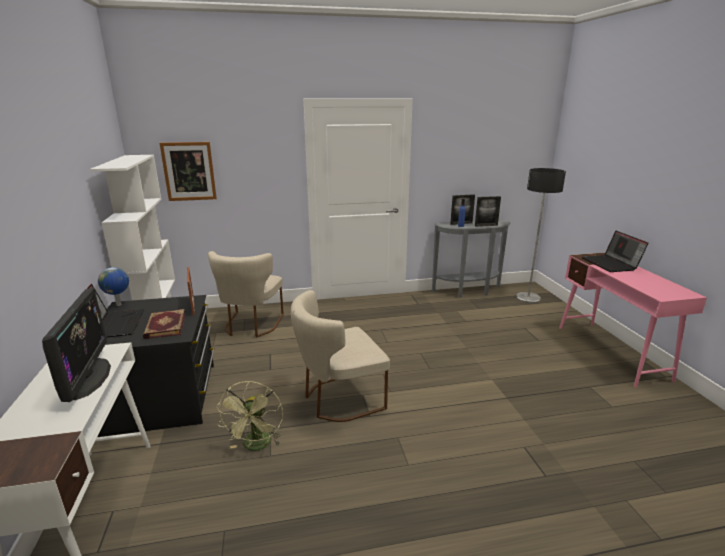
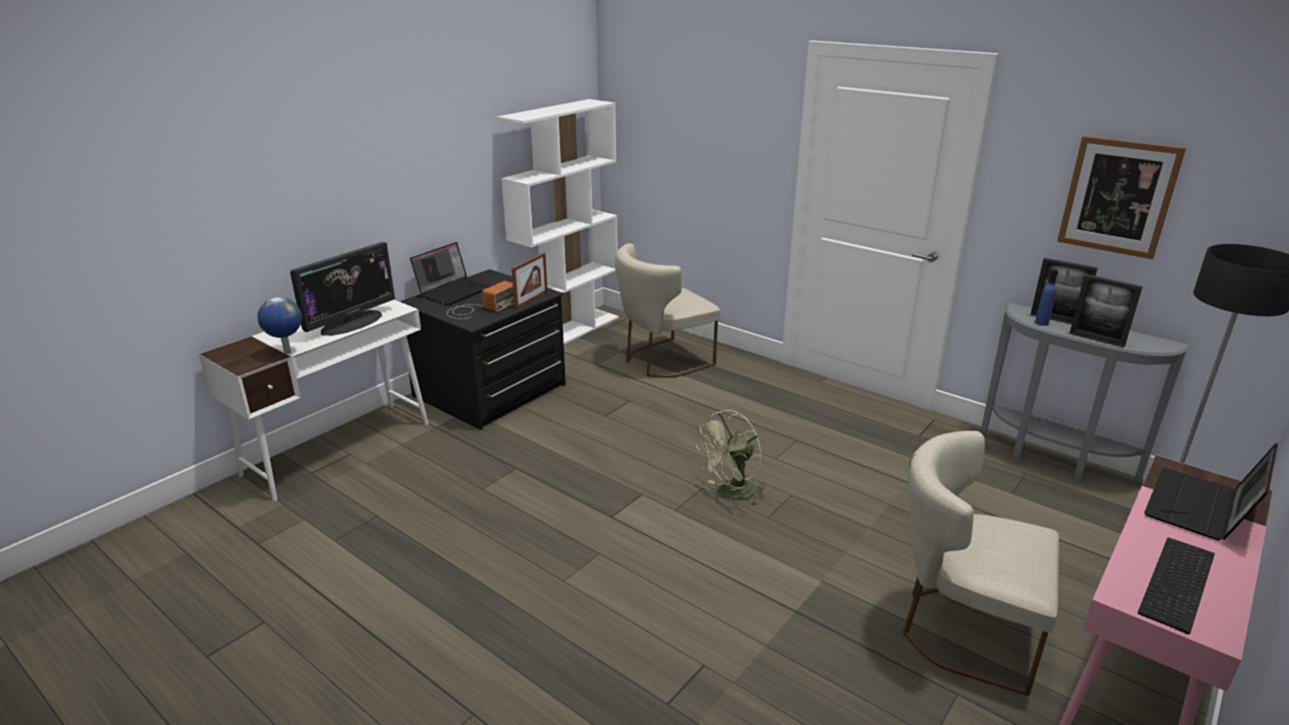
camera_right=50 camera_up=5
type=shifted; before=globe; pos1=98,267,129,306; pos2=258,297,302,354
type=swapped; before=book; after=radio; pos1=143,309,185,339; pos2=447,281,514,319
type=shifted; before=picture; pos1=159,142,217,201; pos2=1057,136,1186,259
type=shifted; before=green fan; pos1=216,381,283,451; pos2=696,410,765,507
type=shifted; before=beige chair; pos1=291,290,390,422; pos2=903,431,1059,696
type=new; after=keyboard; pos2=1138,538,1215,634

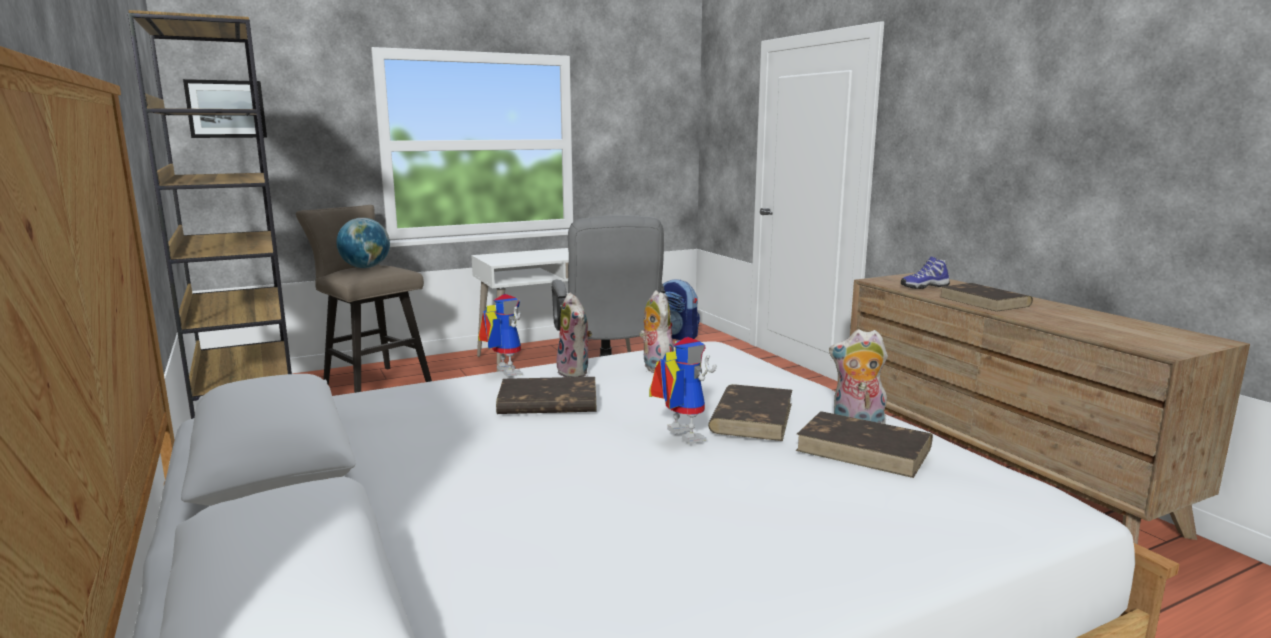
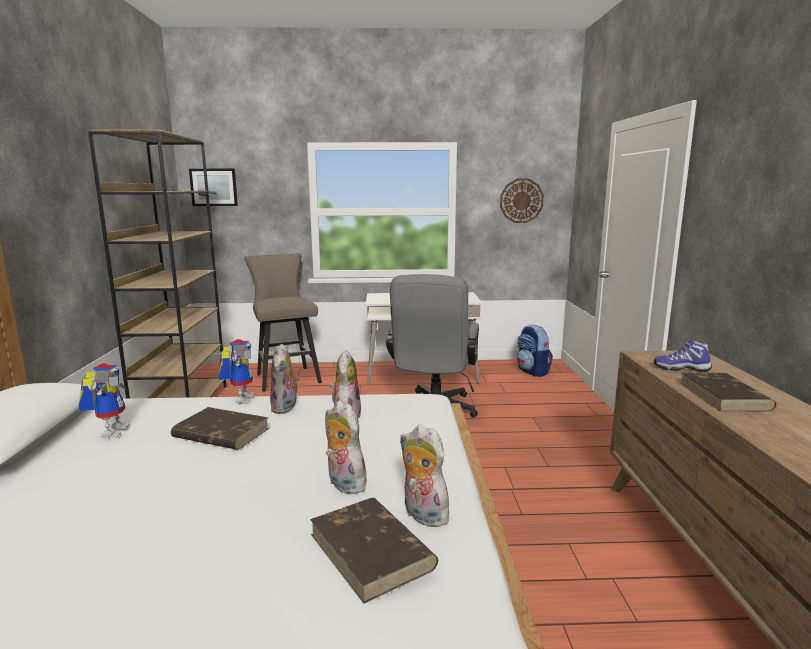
camera_right=25 camera_up=0
type=gone; before=globe; pos1=336,218,390,268
type=shifted; before=toy robot; pos1=649,337,716,444; pos2=78,363,130,438
type=swapped; before=brown book; after=plush toy; pos1=708,384,792,441; pos2=325,401,370,494
type=new; after=wall clock; pos2=500,178,544,223

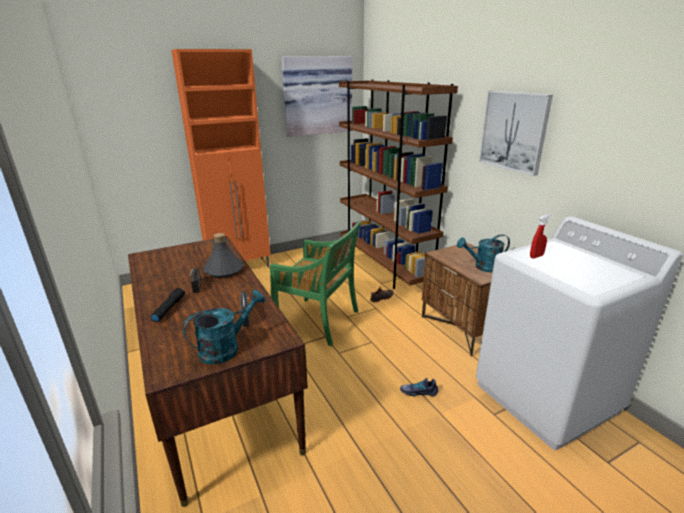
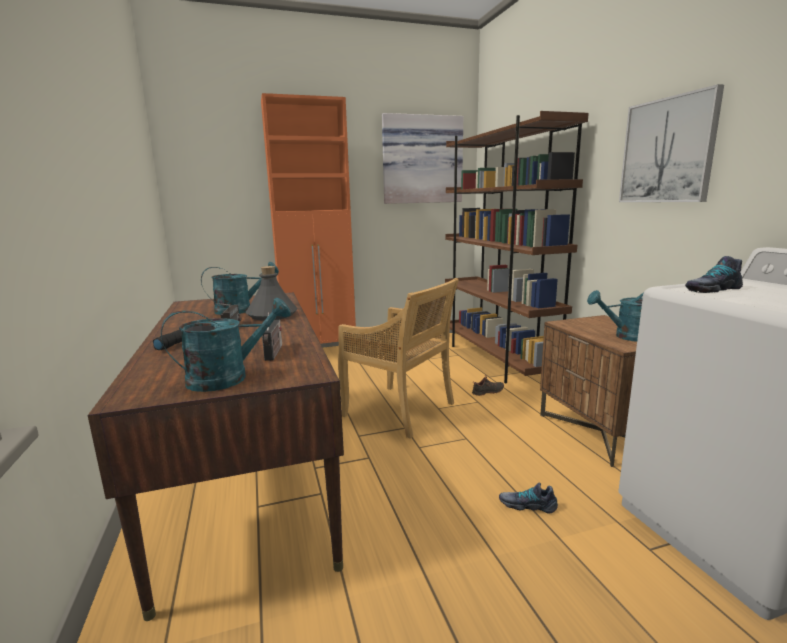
camera_right=10 camera_up=-10
type=repainted; before=green chair; after=beige chair; pos1=270,221,361,346; pos2=338,278,459,439
type=swapped; before=red spray bottle; after=shoe; pos1=530,215,550,258; pos2=685,256,743,293
type=new; after=turquoise watering can; pos2=201,262,279,315

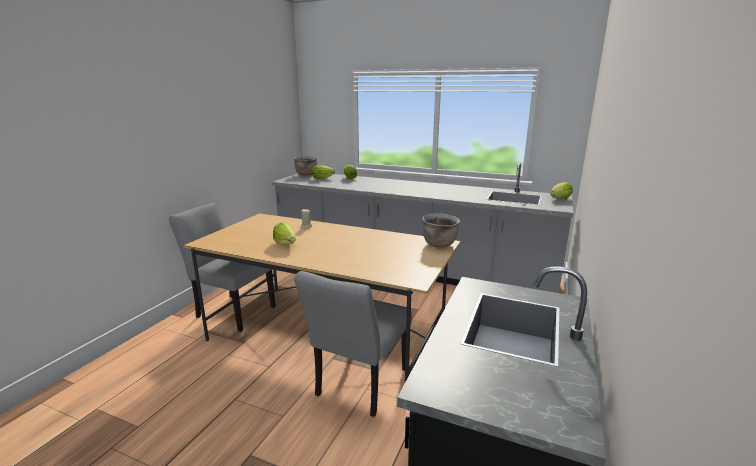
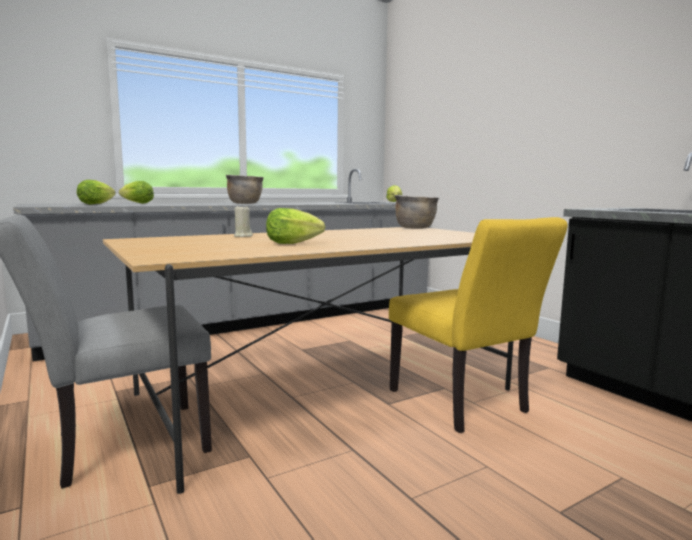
camera_right=-55 camera_up=-10
type=shifted; before=brown cooking pot; pos1=294,156,317,176; pos2=226,175,264,204
type=repainted; before=grey chair; after=yellow chair; pos1=294,271,412,417; pos2=389,217,568,433

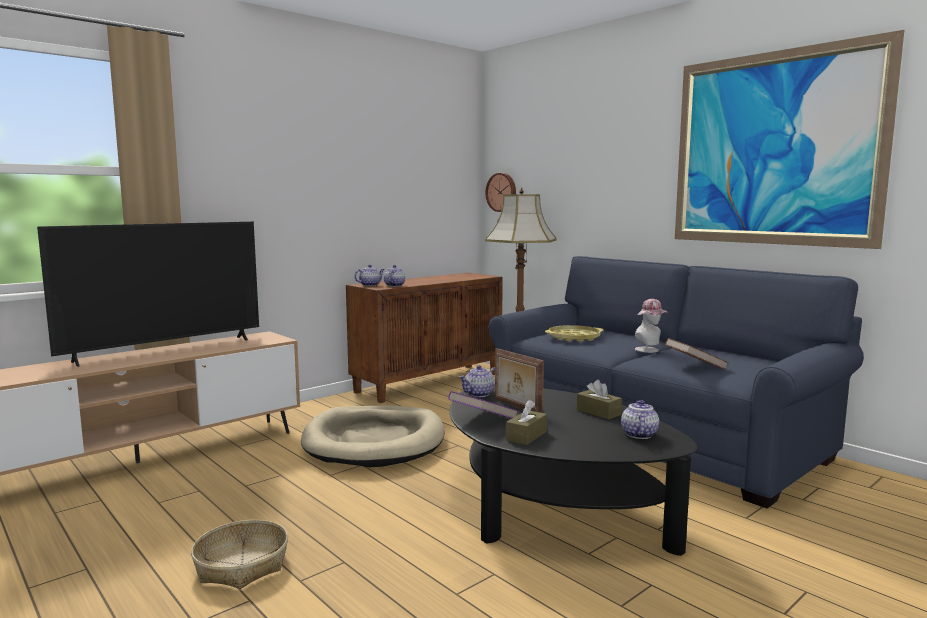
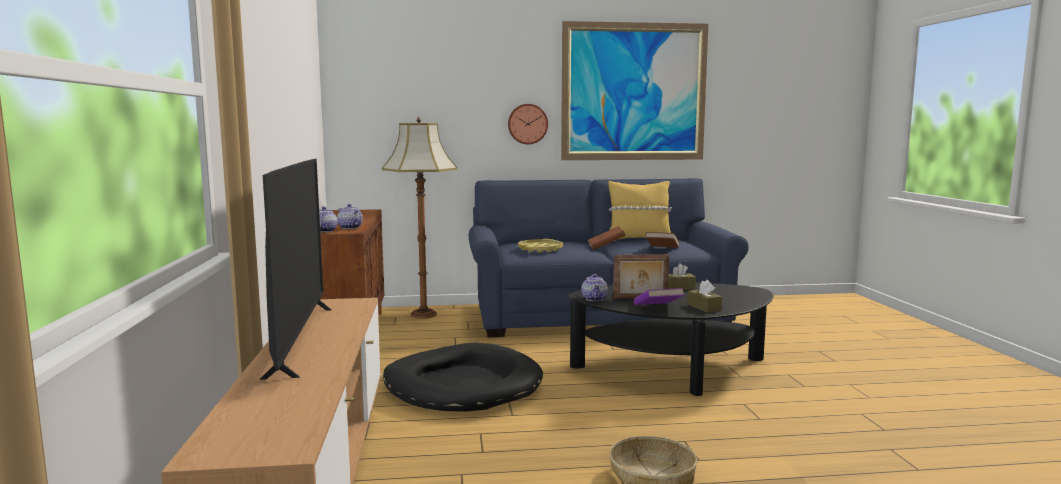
camera_right=-55 camera_up=0
type=repainted; before=beige dog bed; after=black dog bed; pos1=301,406,444,467; pos2=383,343,543,412
type=shifted; before=wall clock; pos1=485,173,516,212; pos2=508,104,548,144
type=gone; before=teapot; pos1=621,400,659,439
type=swapped; before=hat; after=brown book; pos1=635,299,668,353; pos2=587,227,626,250
type=new; after=yellow pillow; pos2=608,181,672,242

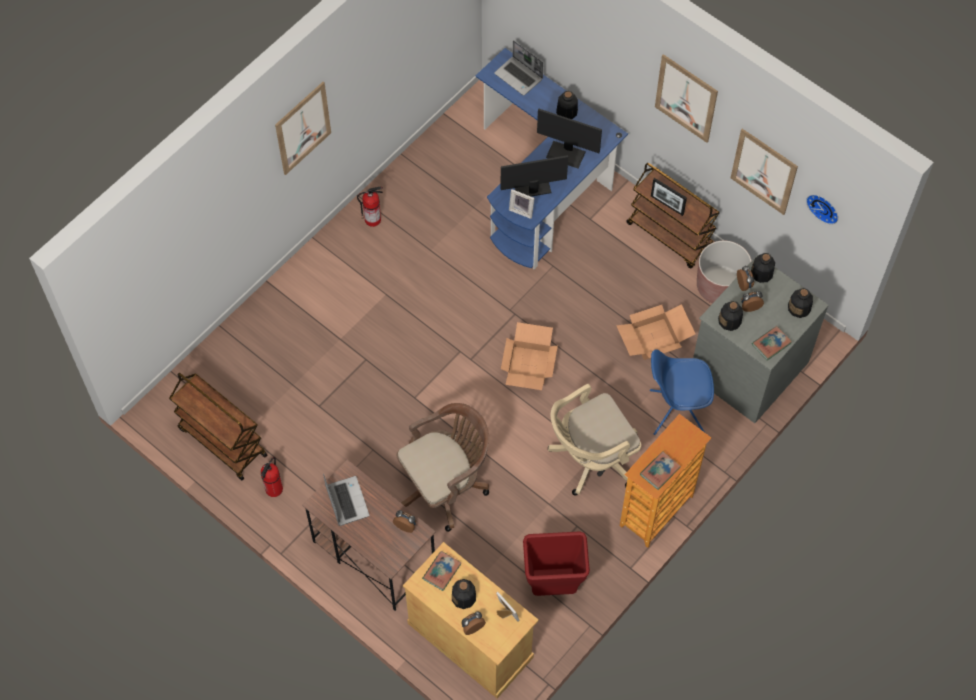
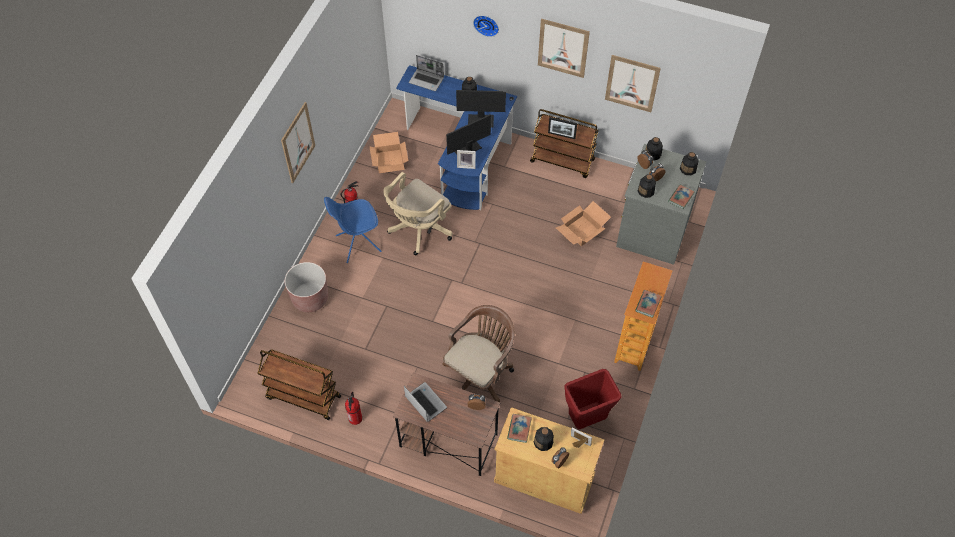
camera_right=-20 camera_up=-5
type=shifted; before=cardboard box; pos1=501,322,558,390; pos2=369,132,408,173
type=shifted; before=beige office chair; pos1=548,384,641,495; pos2=383,172,453,255
type=shifted; before=blue chair; pos1=650,349,714,435; pos2=324,197,382,263
type=shifted; before=brown planter; pos1=697,241,751,304; pos2=285,262,328,312
type=shifted; before=wall clock; pos1=806,194,839,224; pos2=473,15,499,37

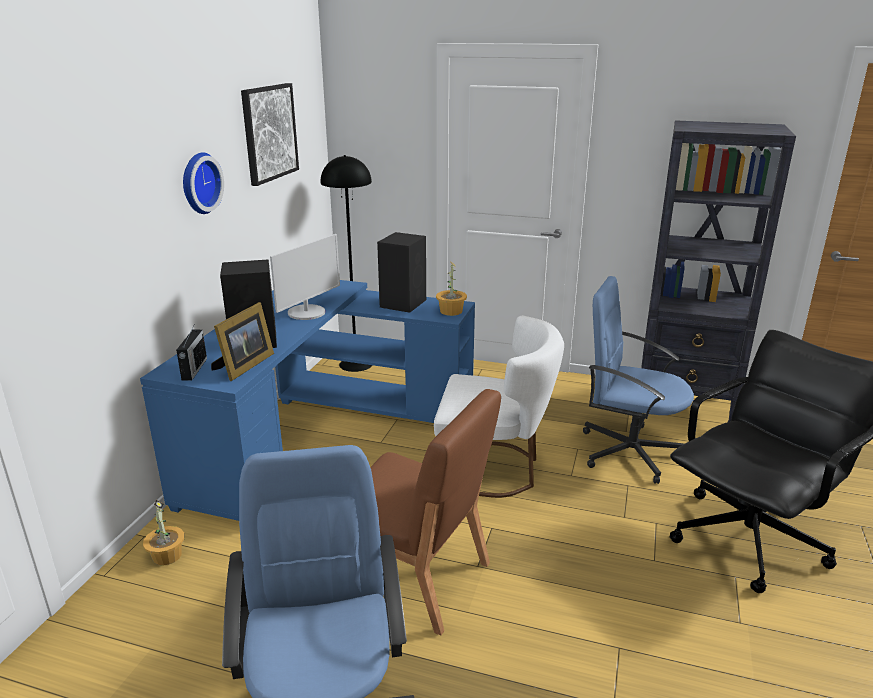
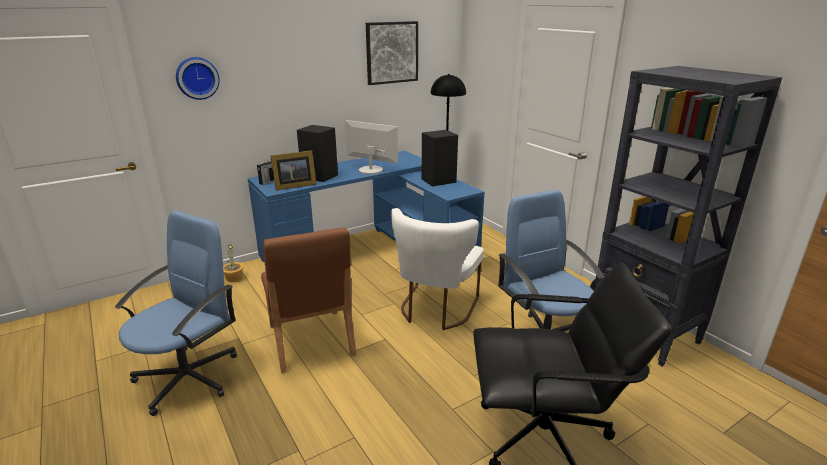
camera_right=40 camera_up=0
type=shifted; before=wall clock; pos1=183,152,224,214; pos2=176,57,220,100
type=rotated; before=monitor; pos1=270,234,340,320; pos2=345,120,398,174; turn=-135
type=rotated; before=white chair; pos1=434,316,564,498; pos2=391,208,484,330; turn=60
type=gone; before=potted plant; pos1=436,261,467,316

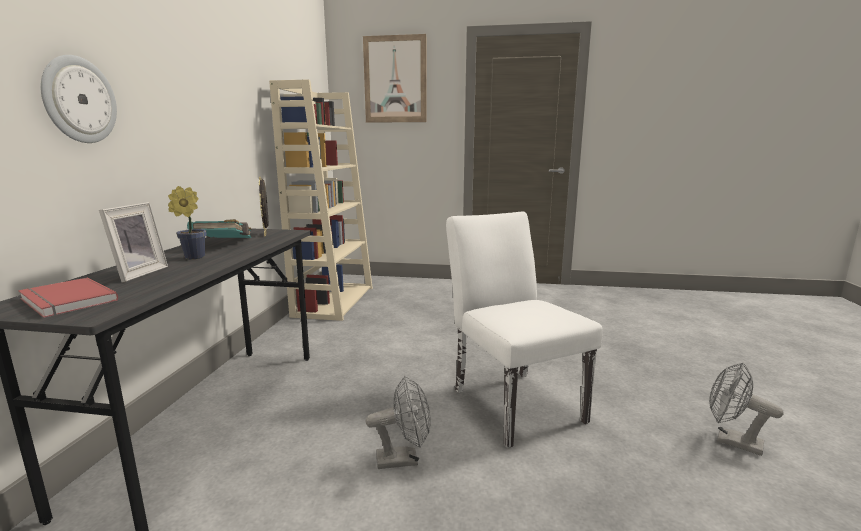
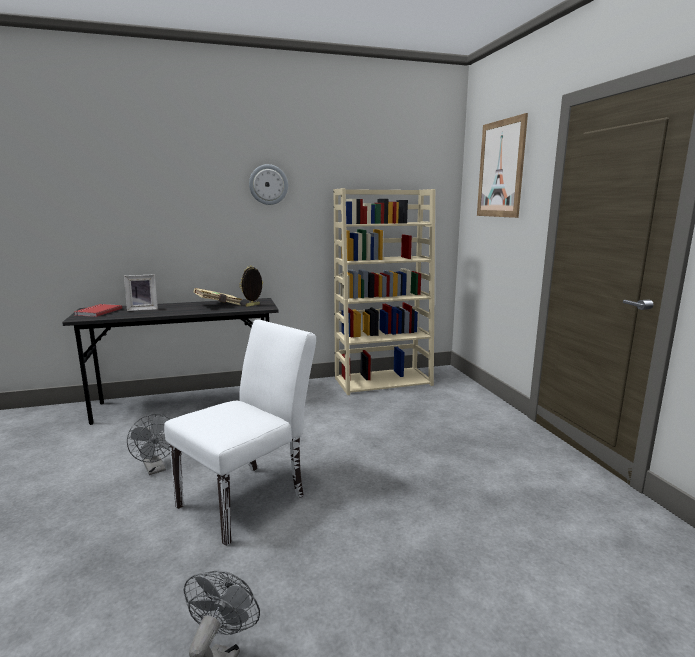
camera_right=65 camera_up=0
type=shifted; before=wall clock; pos1=40,55,117,143; pos2=249,164,288,205
type=gone; before=potted plant; pos1=168,186,206,260
type=repainted; before=turquoise book; after=beige book; pos1=187,219,252,238; pos2=194,288,242,305

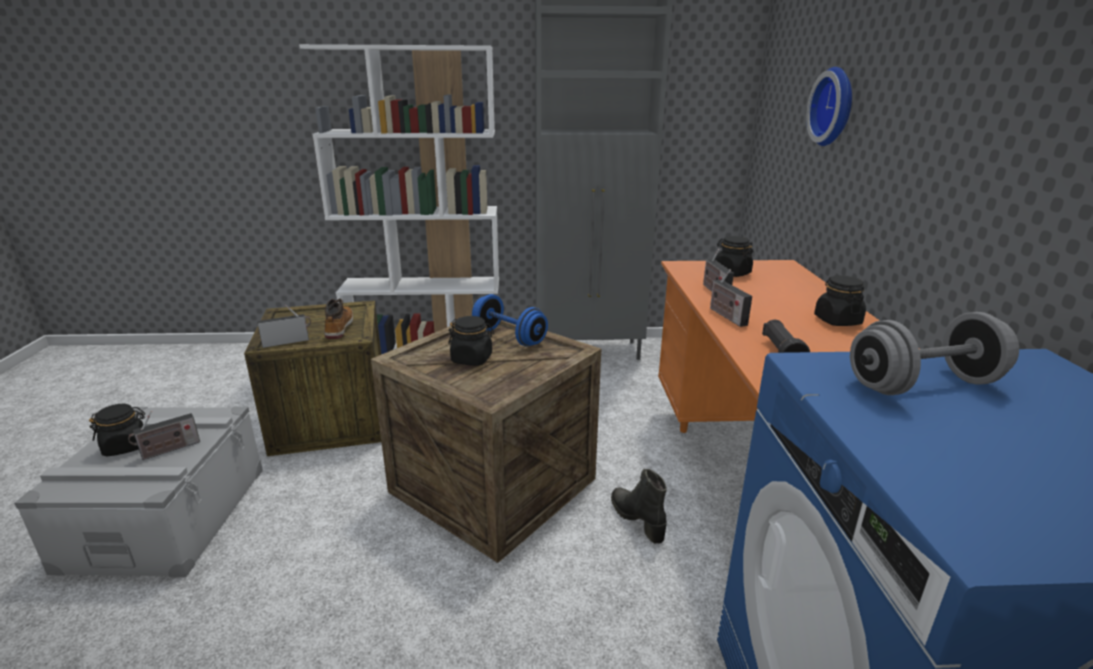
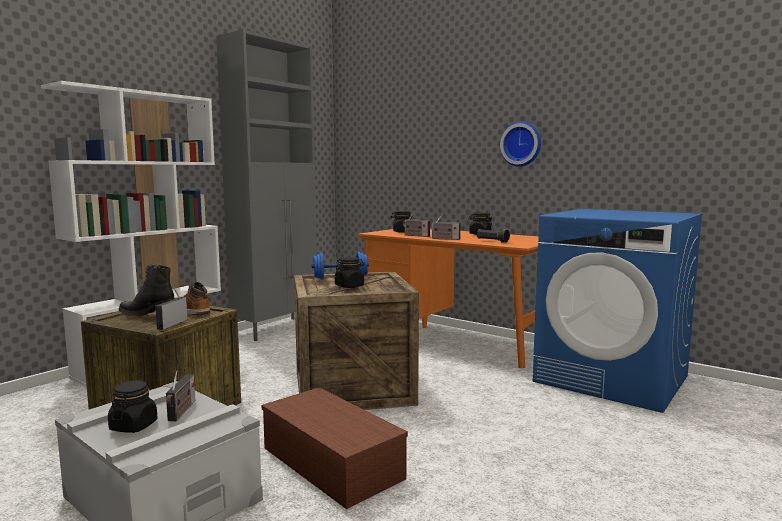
camera_right=-50 camera_up=-15
type=shifted; before=black boot; pos1=611,469,667,544; pos2=119,265,175,316
type=shifted; before=wall clock; pos1=806,67,852,146; pos2=500,121,541,167
type=gone; before=grey dumbbell; pos1=850,312,1019,395
type=new; after=brown storage box; pos2=261,387,408,509

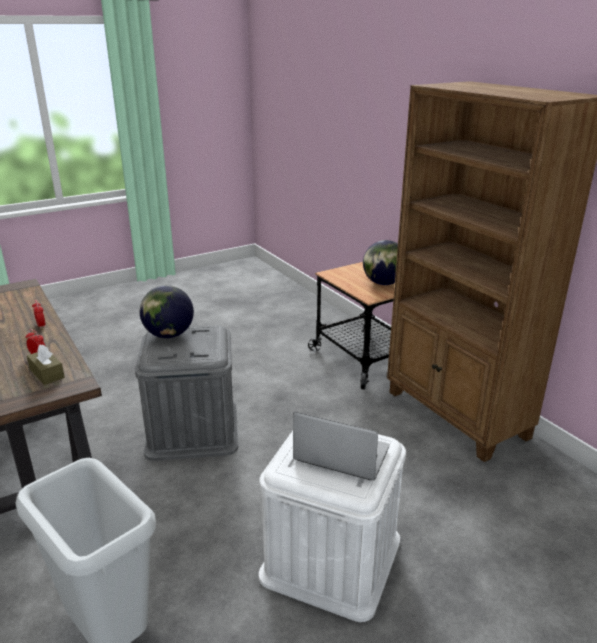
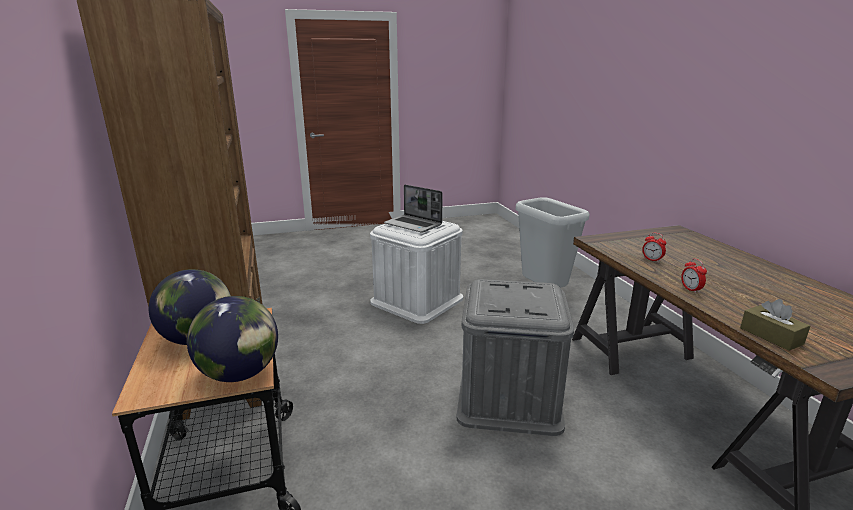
camera_right=-165 camera_up=-5
type=shifted; before=brown tissue box; pos1=27,344,65,385; pos2=740,299,810,351
type=shifted; before=globe; pos1=140,285,194,338; pos2=187,296,278,382

